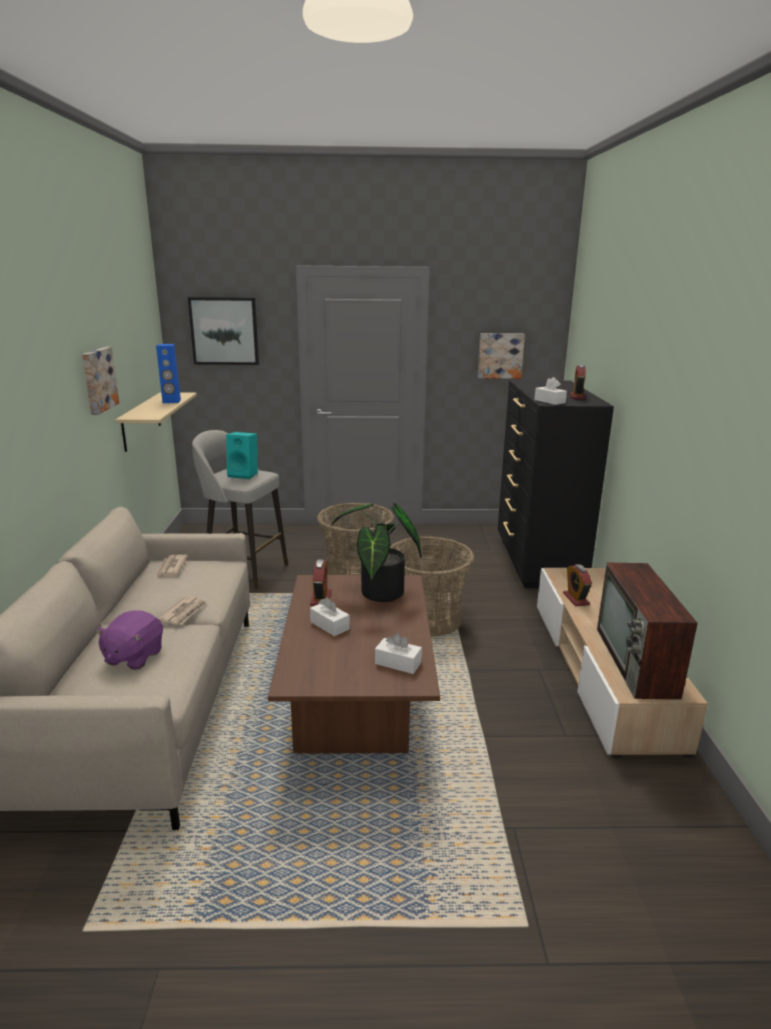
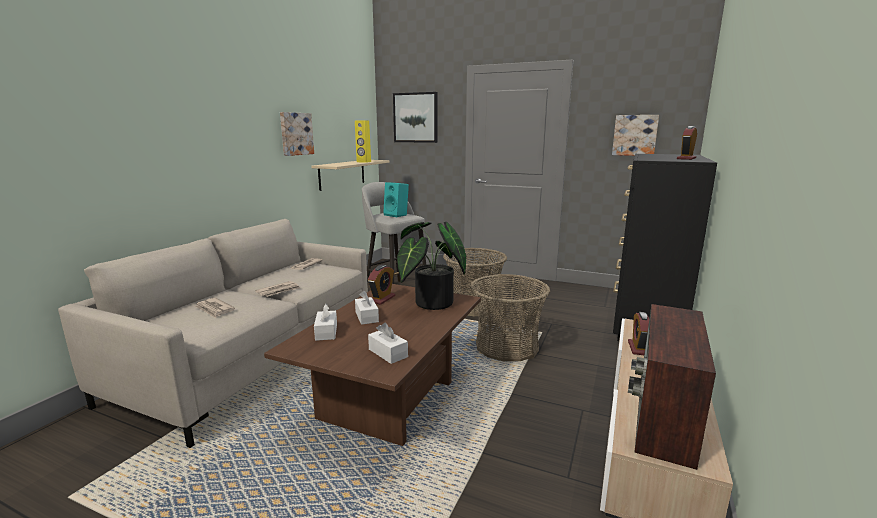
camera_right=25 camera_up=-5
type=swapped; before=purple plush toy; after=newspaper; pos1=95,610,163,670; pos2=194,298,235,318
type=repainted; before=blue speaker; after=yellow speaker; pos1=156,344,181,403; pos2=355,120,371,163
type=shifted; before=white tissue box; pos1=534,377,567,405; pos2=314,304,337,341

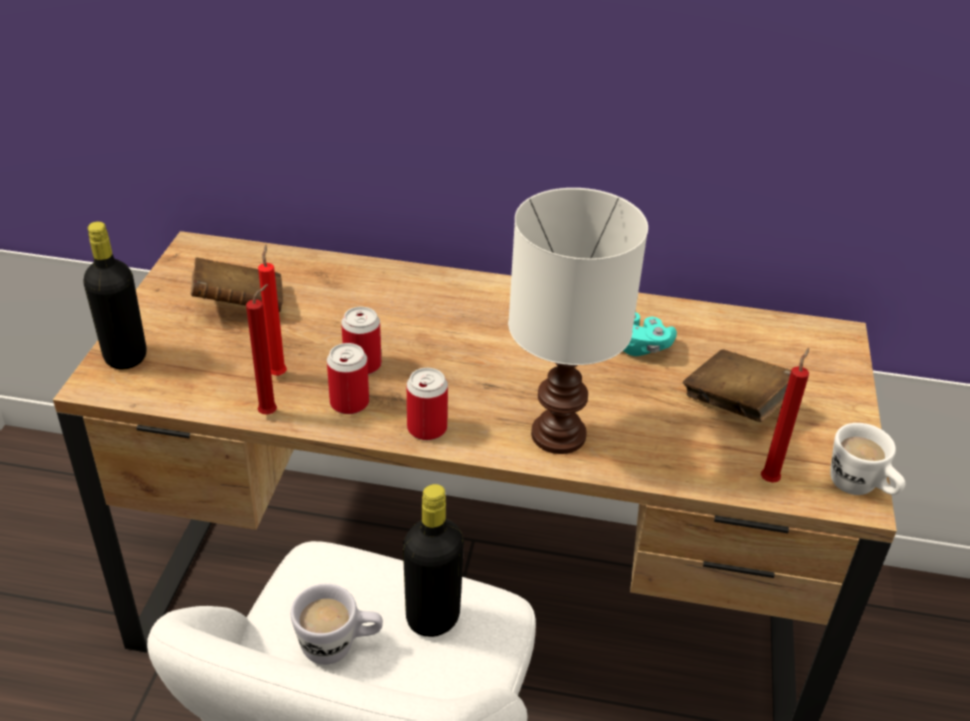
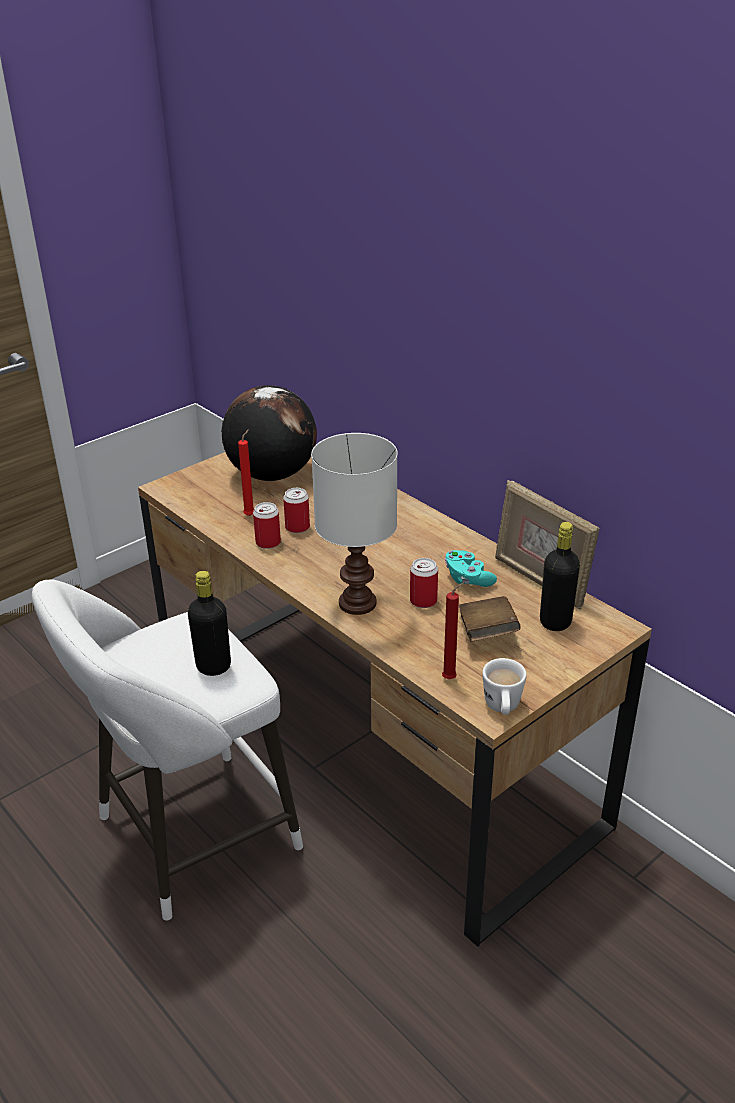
camera_right=40 camera_up=-5
type=shifted; before=black bottle; pos1=83,221,146,370; pos2=540,522,580,631
type=swapped; before=brown book; after=globe; pos1=191,257,283,312; pos2=221,385,317,481
type=gone; before=red candle; pos1=246,284,277,415
type=gone; before=white mug; pos1=291,584,383,665
type=shifted; before=can; pos1=407,368,448,440; pos2=410,558,438,608
type=new; after=picture frame; pos2=495,480,599,609

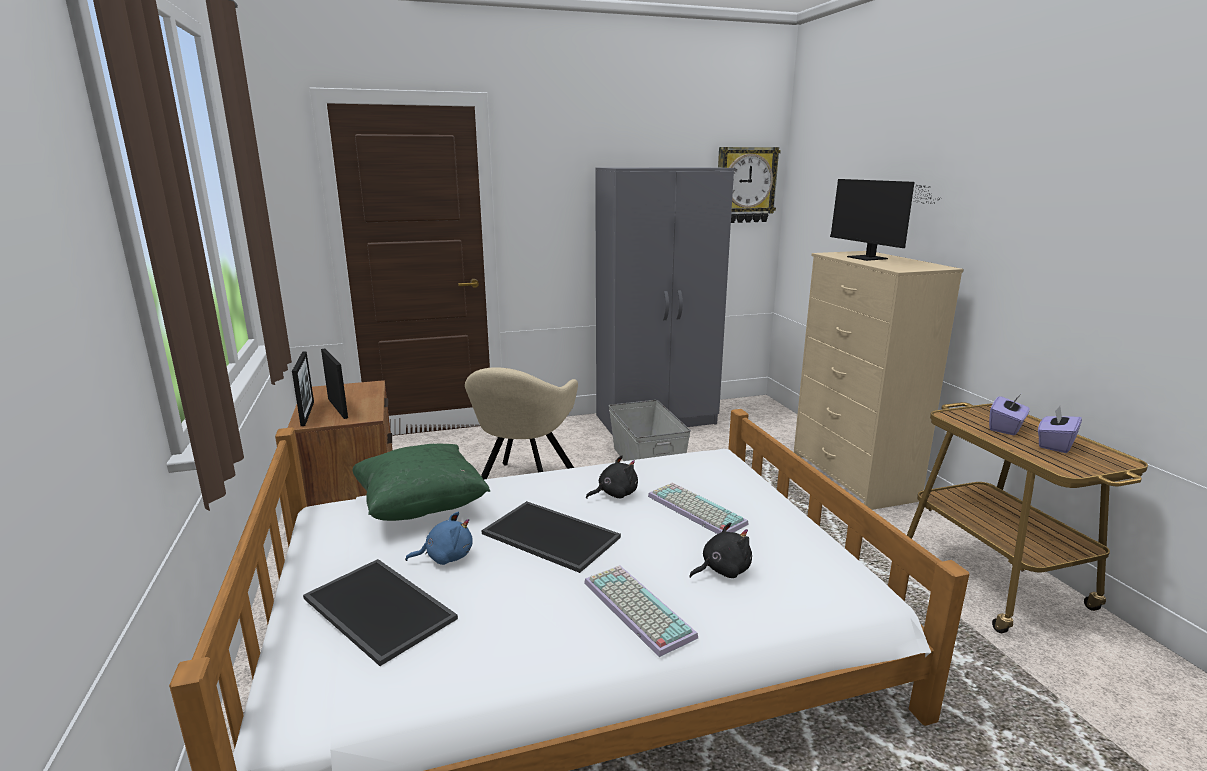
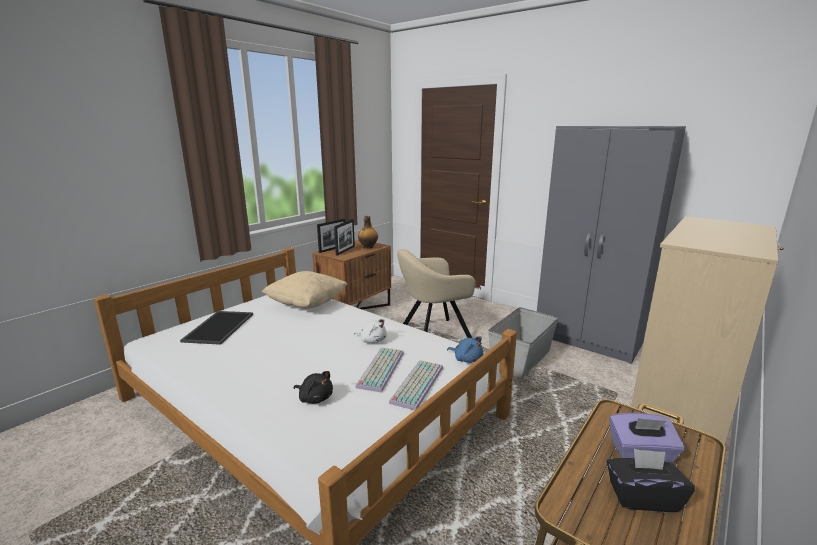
camera_right=55 camera_up=0
type=repainted; before=green pillow; after=beige pillow; pos1=352,444,490,521; pos2=262,271,347,309
type=shifted; before=blue plush toy; pos1=405,512,473,565; pos2=447,336,483,363
type=gone; before=tray; pos1=482,501,621,573
type=shifted; before=keyboard; pos1=584,565,698,657; pos2=389,360,443,410
type=repainted; before=black plush toy; after=white plush toy; pos1=586,455,638,499; pos2=354,318,387,343
type=gone; before=wall clock; pos1=718,147,781,223
type=gone; before=monitor; pos1=830,179,940,261
type=repainted; before=purple tissue box; after=black tissue box; pos1=1038,406,1082,453; pos2=607,449,695,512
type=new; after=bottle; pos2=358,216,378,249

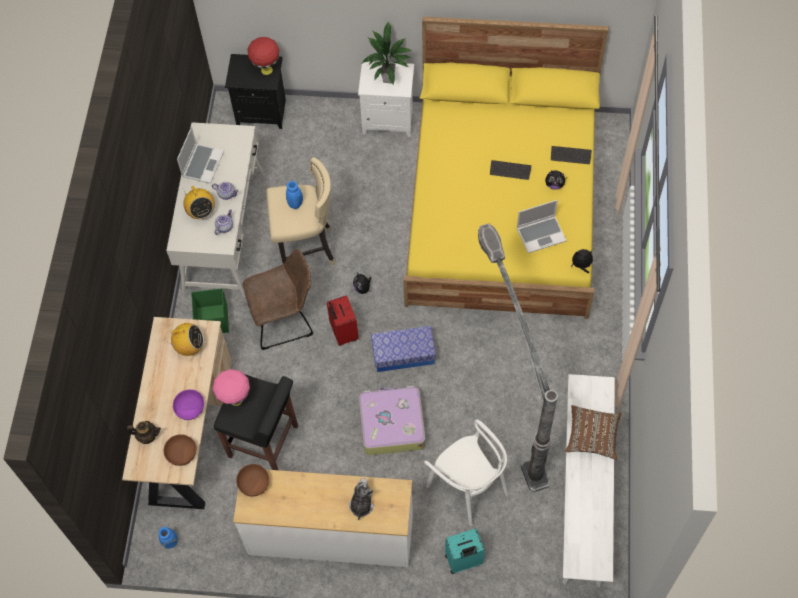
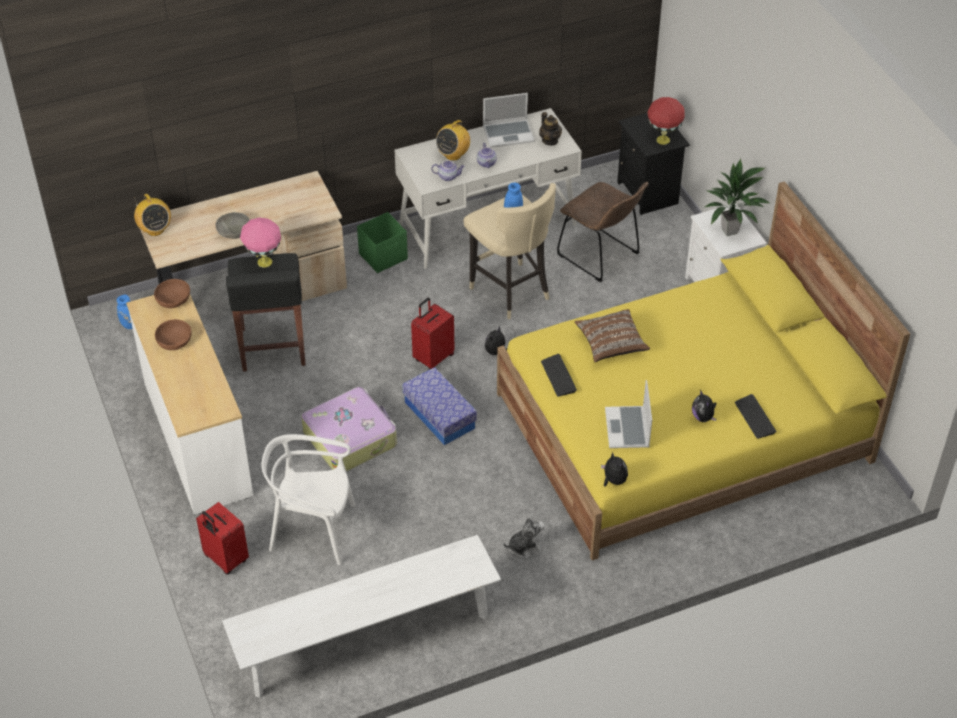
camera_right=60 camera_up=-15
type=shifted; before=teapot; pos1=127,421,161,444; pos2=539,112,562,146
type=shifted; before=brown bowl; pos1=164,434,197,466; pos2=155,319,192,350
type=shifted; before=radio; pos1=167,323,204,356; pos2=134,194,171,236
type=repainted; before=purple bowl; after=grey bowl; pos1=173,389,204,420; pos2=216,212,250,239
type=shifted; before=brown chair; pos1=243,249,313,350; pos2=557,182,648,282
type=shifted; before=plush toy; pos1=349,478,374,520; pos2=503,517,545,558
type=rotated; before=white chair; pos1=424,419,508,526; pos2=262,434,355,565; turn=75
type=repainted; before=turquoise suitcase; after=red suitcase; pos1=445,528,485,574; pos2=196,502,249,574
type=gone; before=floor lamp; pos1=478,223,558,492
type=shifted; before=keyboard; pos1=490,160,531,180; pos2=541,354,577,397
type=rotated; before=laptop; pos1=517,200,567,253; pos2=605,380,652,448; turn=45
type=shifted; before=brown pillow; pos1=566,405,622,460; pos2=575,309,650,362

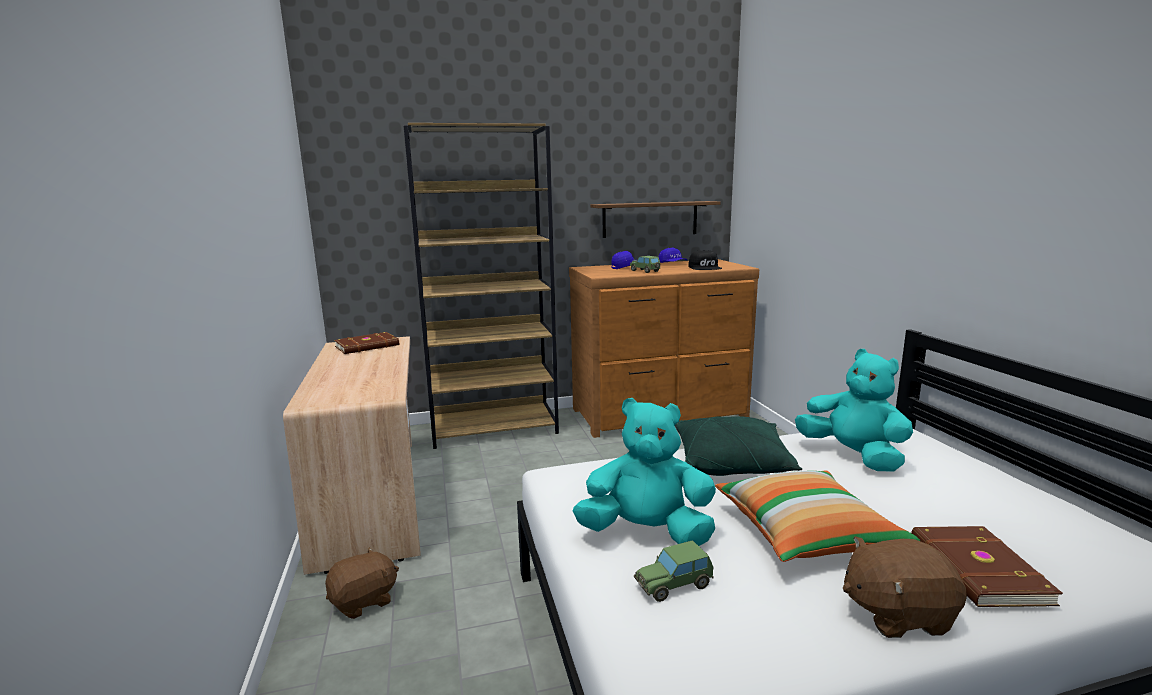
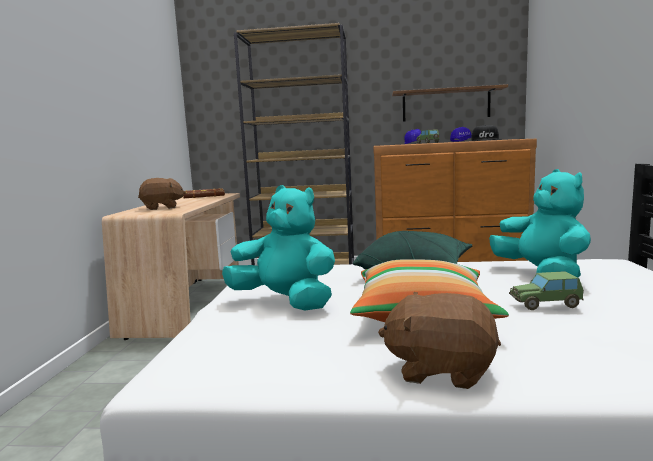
camera_right=20 camera_up=-5
type=shifted; before=brown plush toy; pos1=325,547,399,619; pos2=138,178,186,210
type=shifted; before=toy car; pos1=634,540,714,602; pos2=509,271,584,310
type=gone; before=brown book; pos1=911,526,1063,607

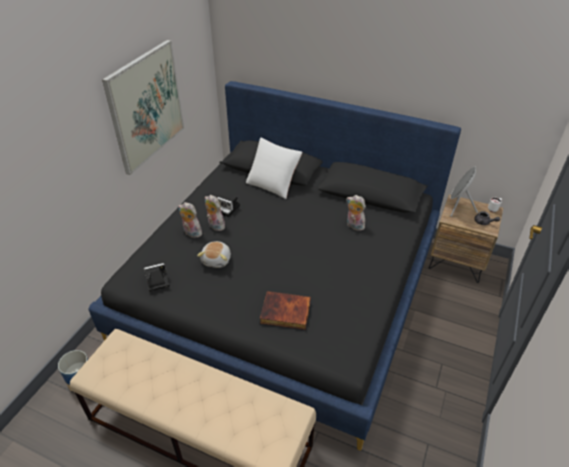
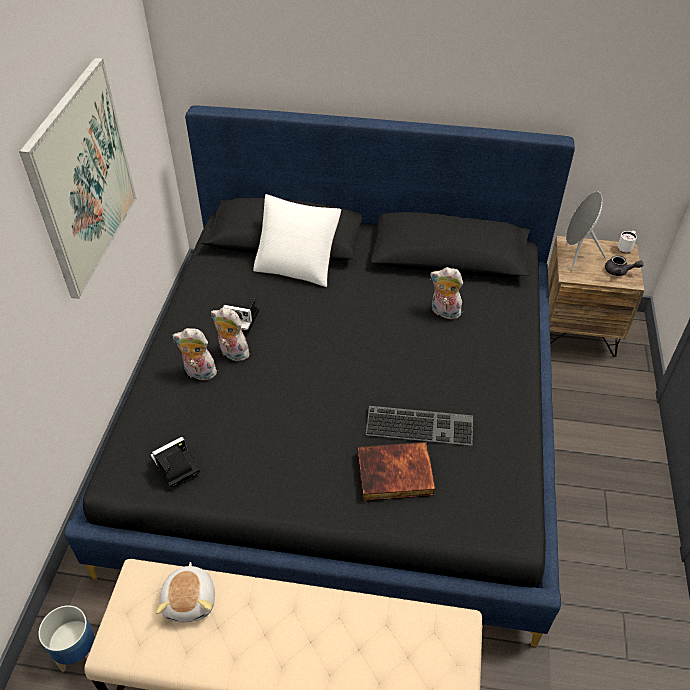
camera_right=-15 camera_up=5
type=shifted; before=plush toy; pos1=197,241,231,268; pos2=155,562,215,622
type=new; after=keyboard; pos2=366,406,473,446

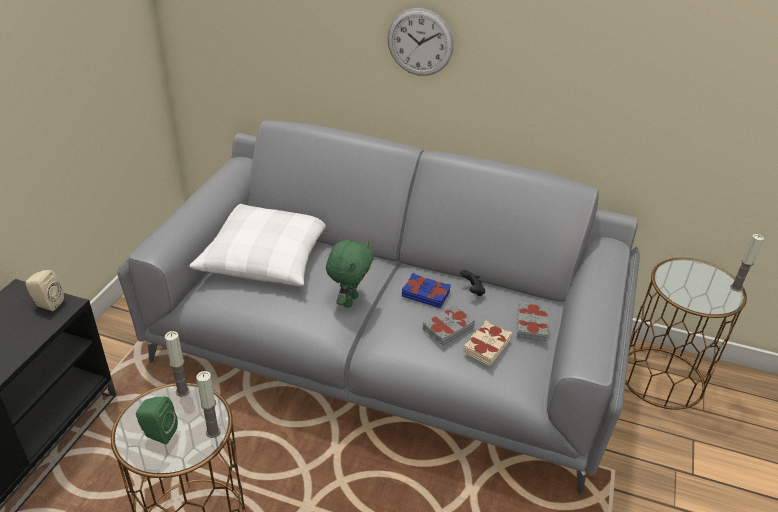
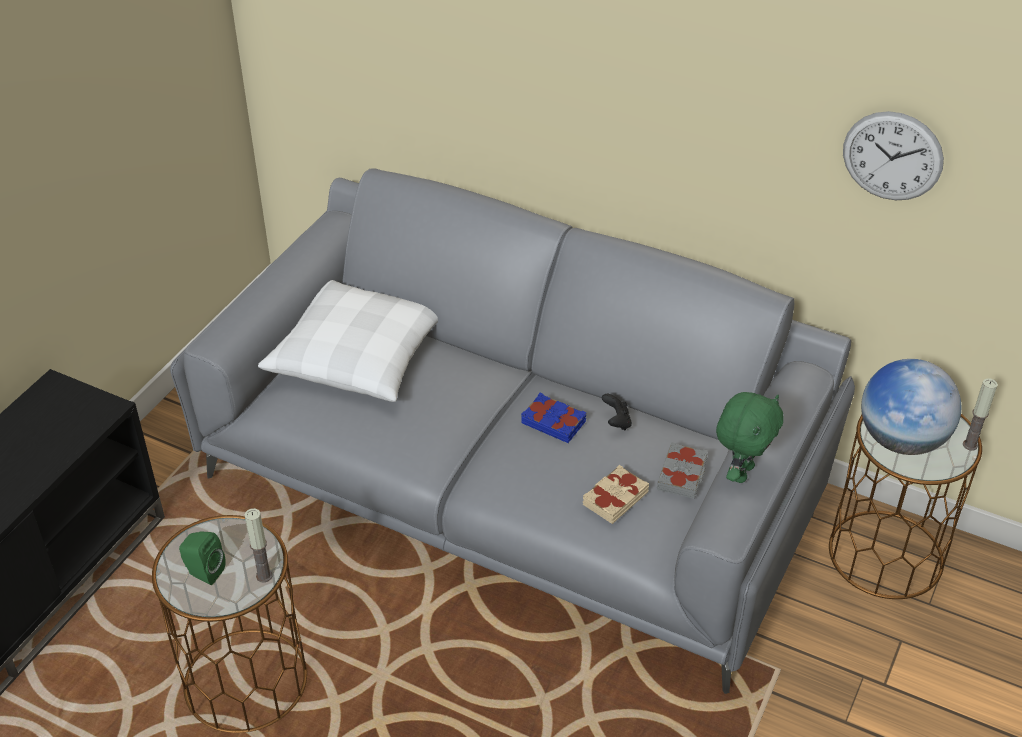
camera_right=10 camera_up=5
type=gone; before=beige speaker; pos1=25,270,64,311
type=gone; before=candle; pos1=165,331,190,397
type=shifted; before=green plush toy; pos1=326,240,374,308; pos2=716,392,784,483
type=shifted; before=wall clock; pos1=387,8,454,76; pos2=843,111,944,200
type=gone; before=grey book; pos1=422,305,475,346
type=new; after=globe; pos2=861,359,961,455

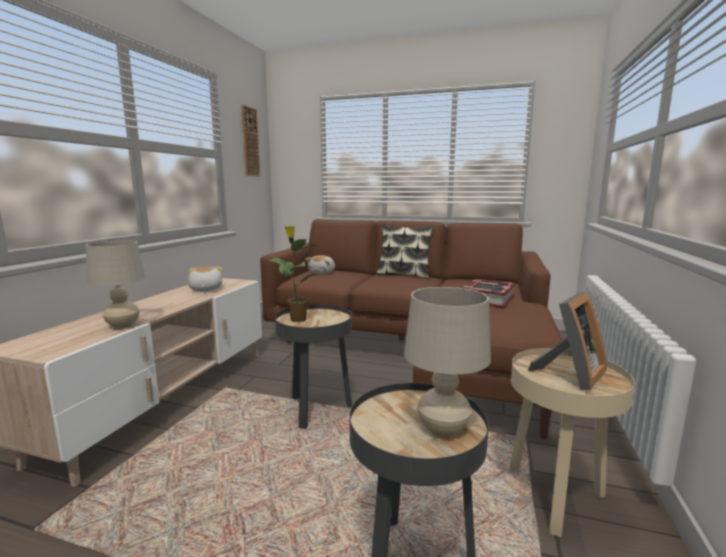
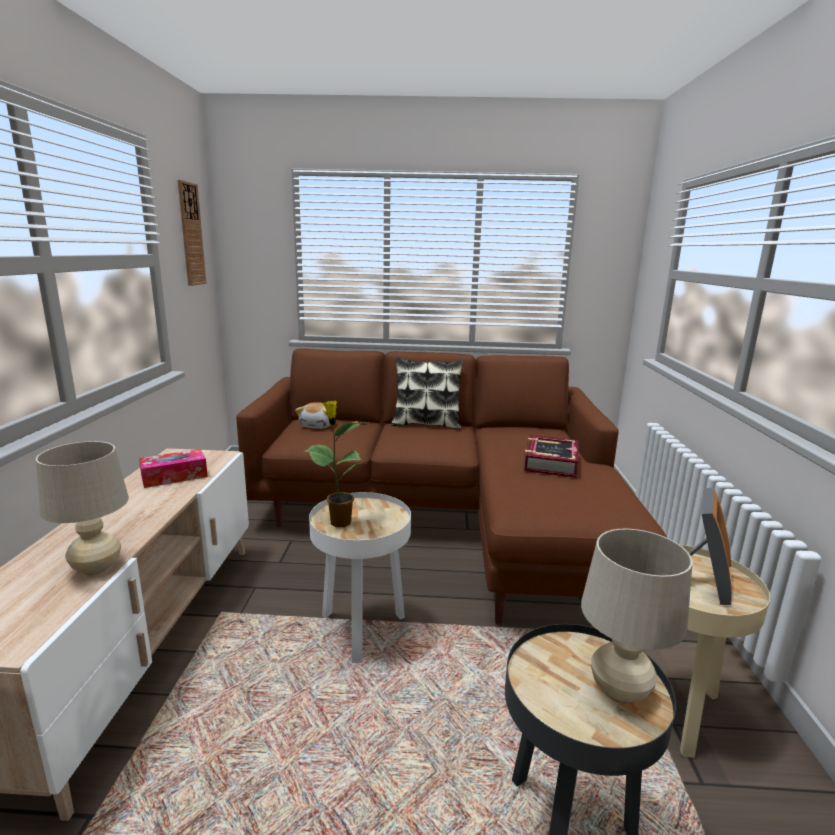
camera_right=-15 camera_up=5
type=swapped; before=plush toy; after=tissue box; pos1=188,266,222,291; pos2=139,449,208,488
type=repainted; before=black side table; after=white side table; pos1=275,304,352,429; pos2=309,492,411,663

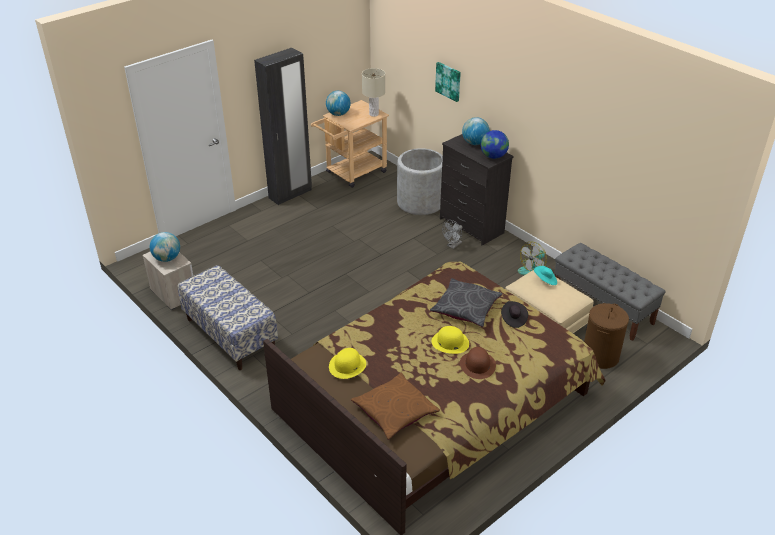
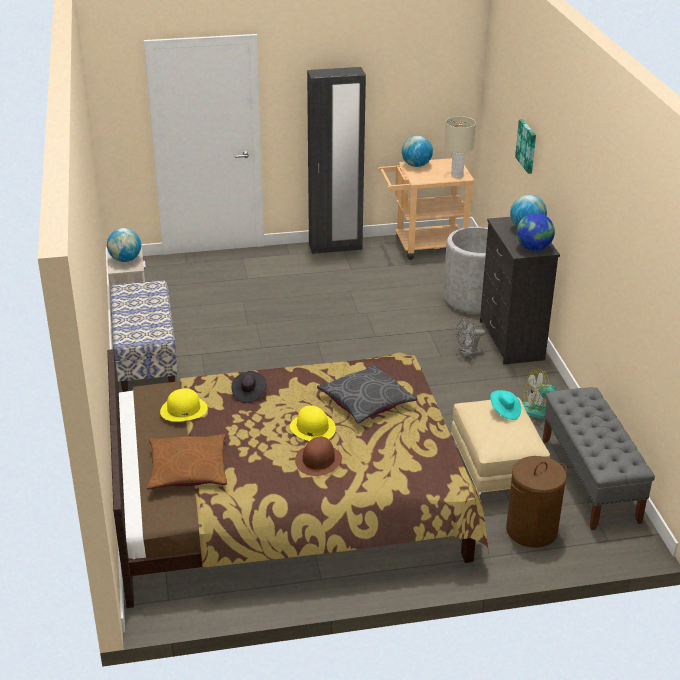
camera_right=30 camera_up=-5
type=shifted; before=black hat; pos1=501,301,528,328; pos2=231,371,267,403

